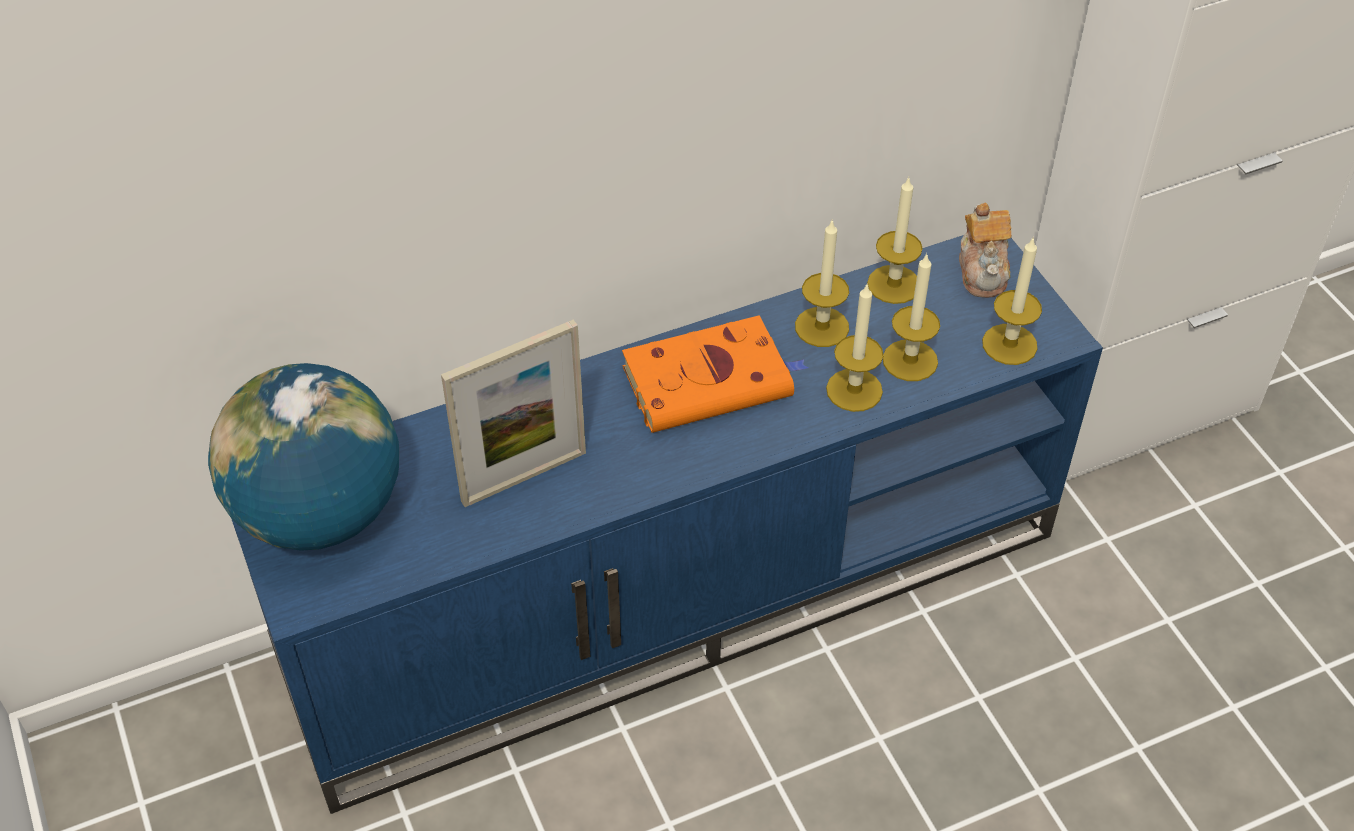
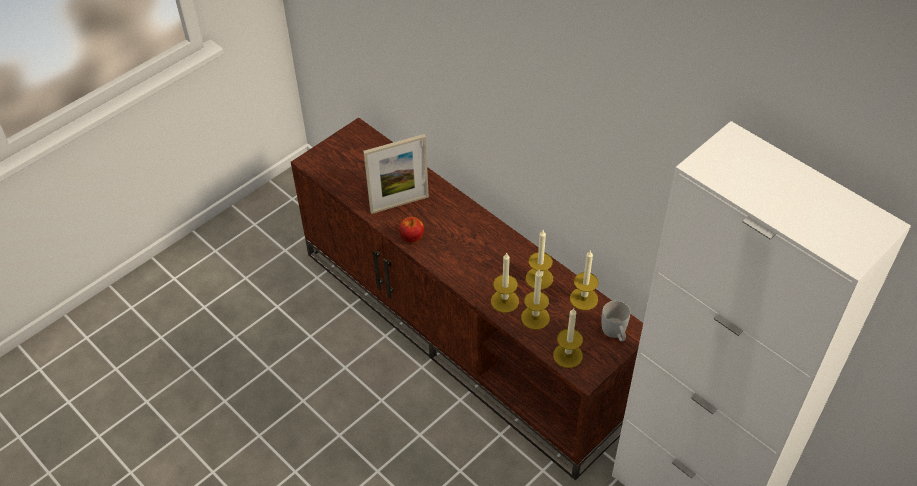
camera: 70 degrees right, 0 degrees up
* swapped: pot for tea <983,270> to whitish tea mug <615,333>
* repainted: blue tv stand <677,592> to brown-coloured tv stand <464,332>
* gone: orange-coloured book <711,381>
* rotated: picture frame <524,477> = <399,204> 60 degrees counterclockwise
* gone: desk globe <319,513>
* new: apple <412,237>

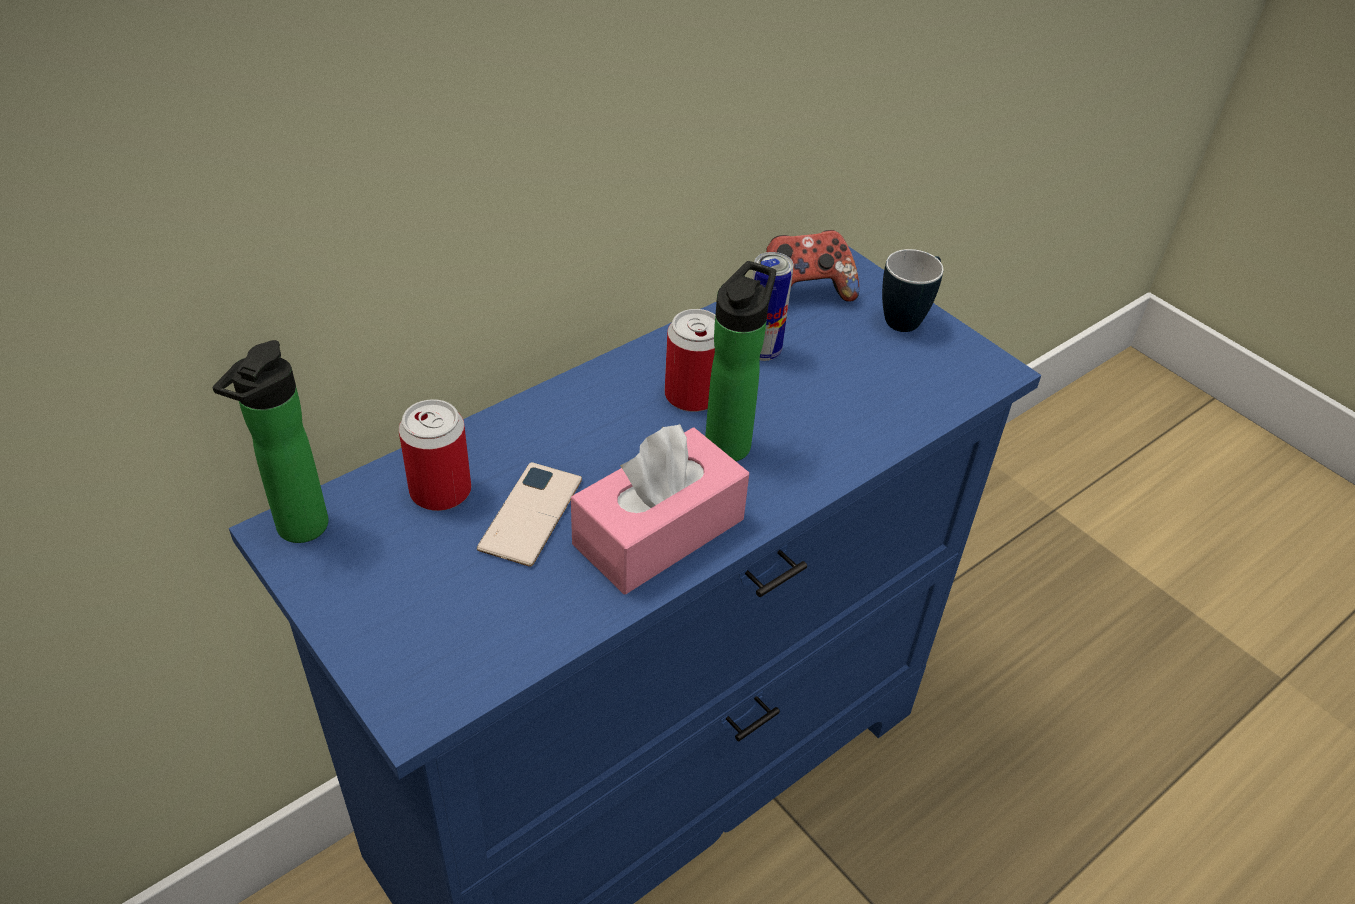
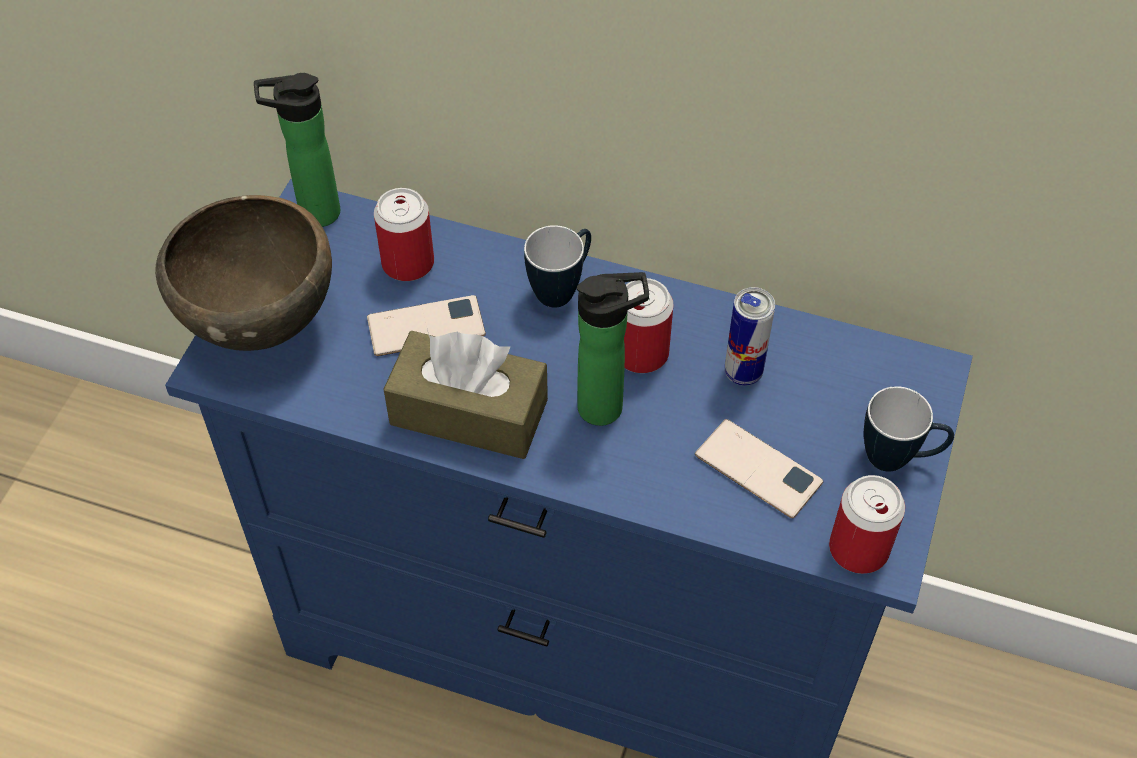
camera: 60 degrees right, 10 degrees up
* gone: joypad <804,293>
* repainted: pinkish tissue holder <659,531> to brown-coloured tissue holder <469,412>
* new: brown-coloured bowl <262,323>
* new: tea mug <562,288>
* new: handset <758,469>
* new: sealed can <858,549>

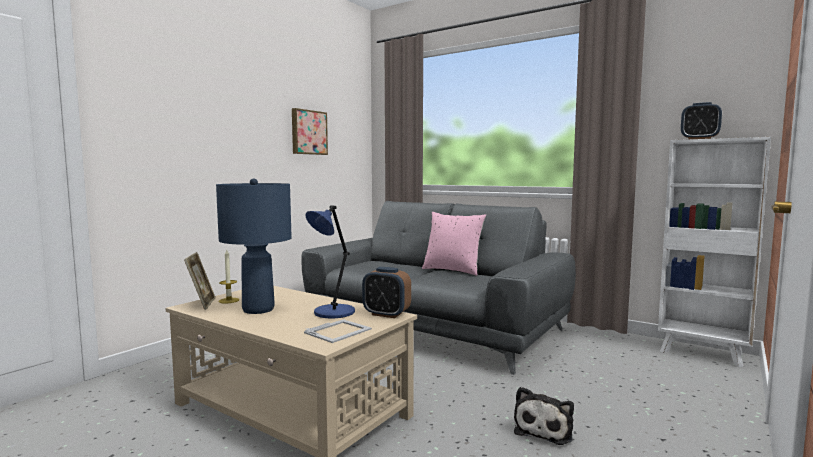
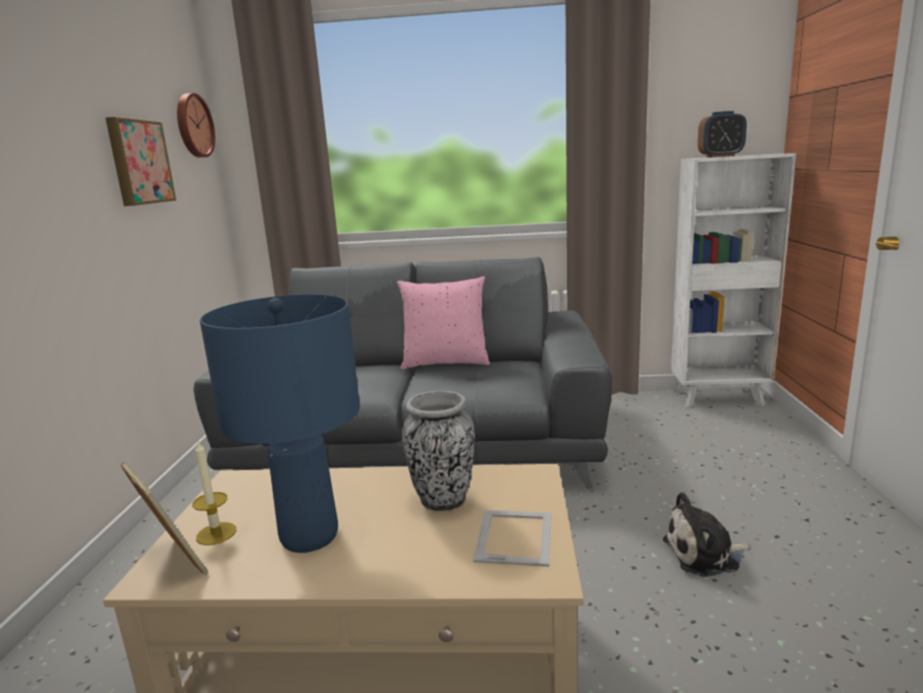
camera: 30 degrees left, 10 degrees up
* swapped: blue table lamp <332,313> to vase <443,501>
* gone: table clock <386,314>
* rotated: soft toy <544,429> = <705,554> 90 degrees clockwise
* new: clock on the wall <193,126>

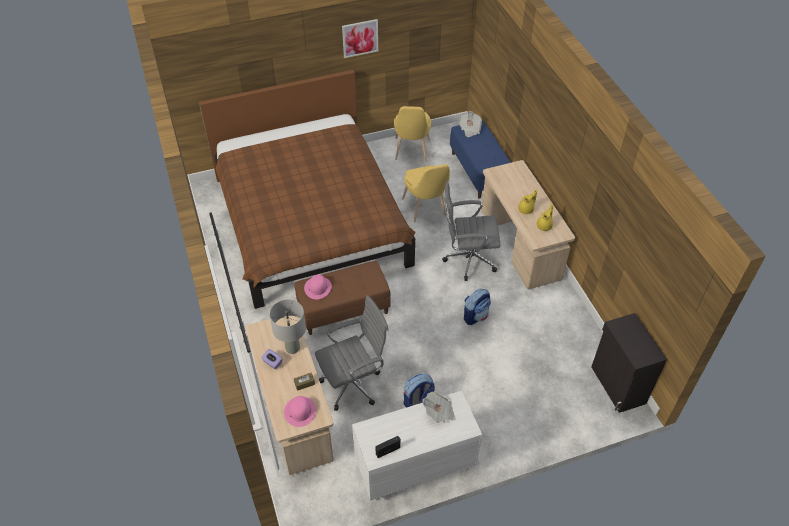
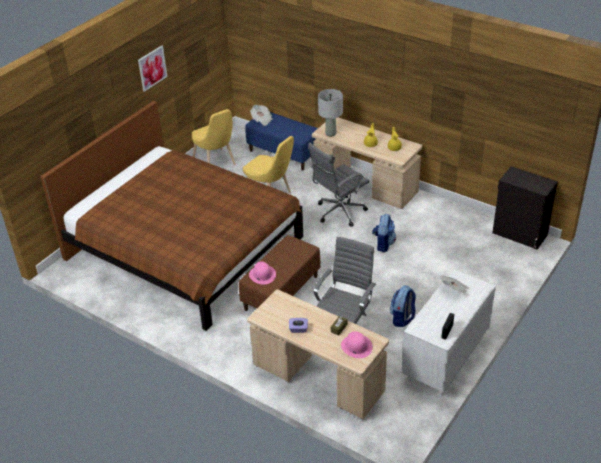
camera: 35 degrees left, 10 degrees down
* shifted: gray table lamp <292,348> to <330,133>

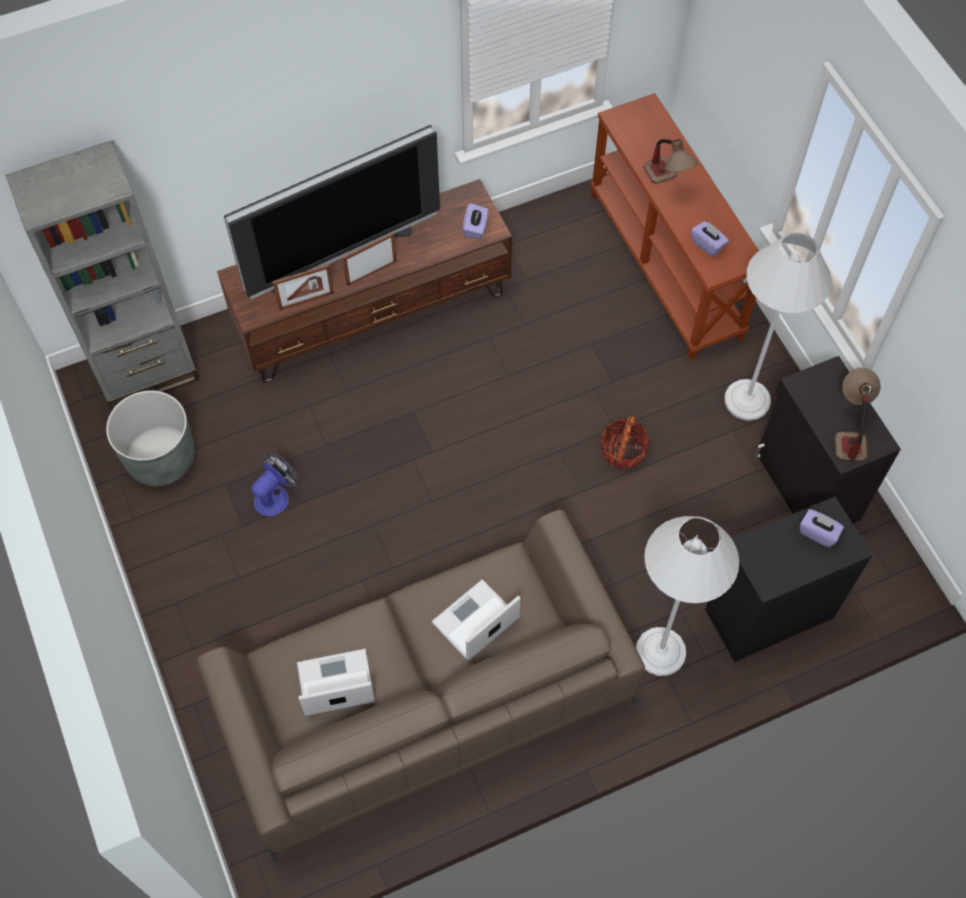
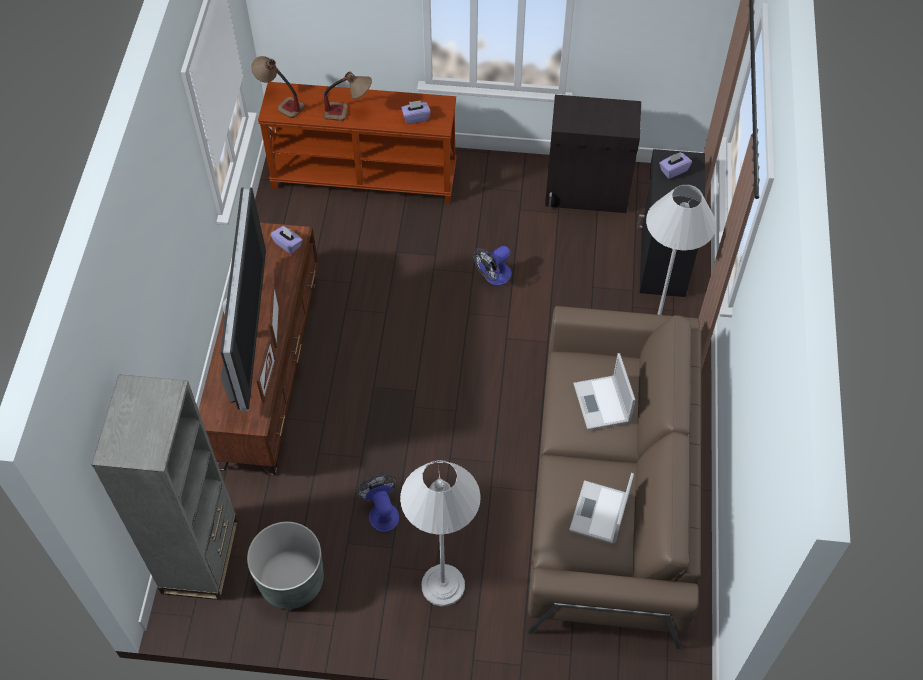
camera: 60 degrees left, 5 degrees down
* shifted: whitish standing lamp <747,400> to <443,585>
* shifted: table lamp <849,430> to <280,103>
* swapped: household basket <623,451> to cooling fan <493,277>

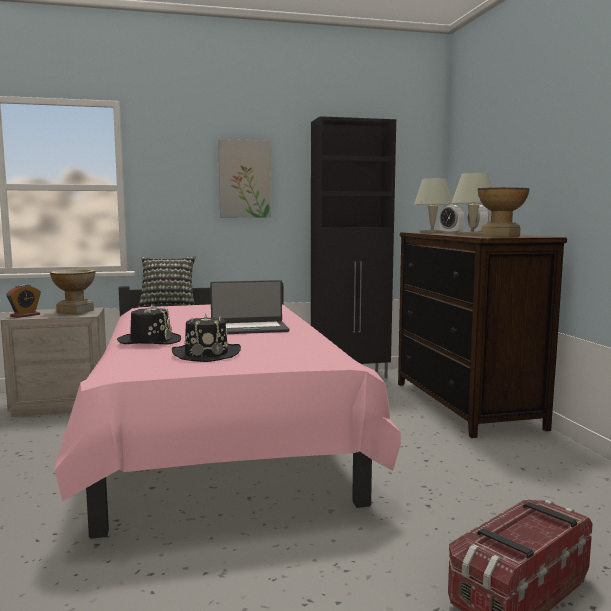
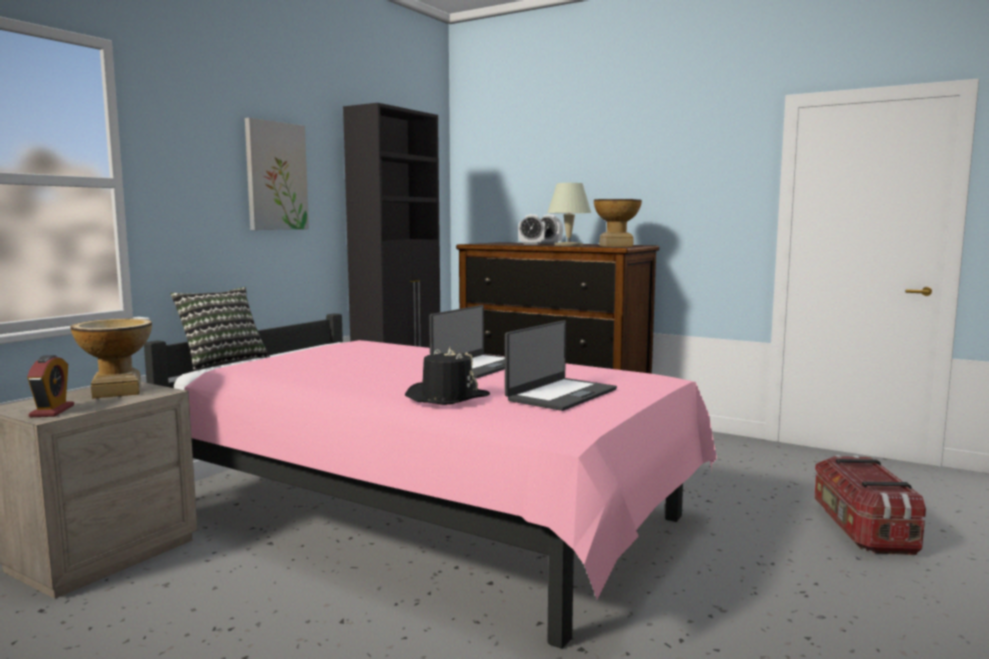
camera: 45 degrees left, 0 degrees up
* gone: beige table lamp <432,232>
* swapped: blackish wearable hat <206,354> to notebook computer <560,395>

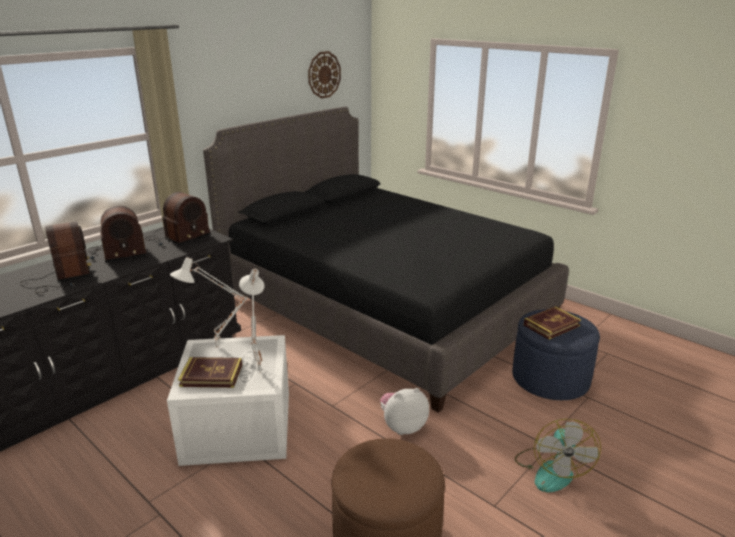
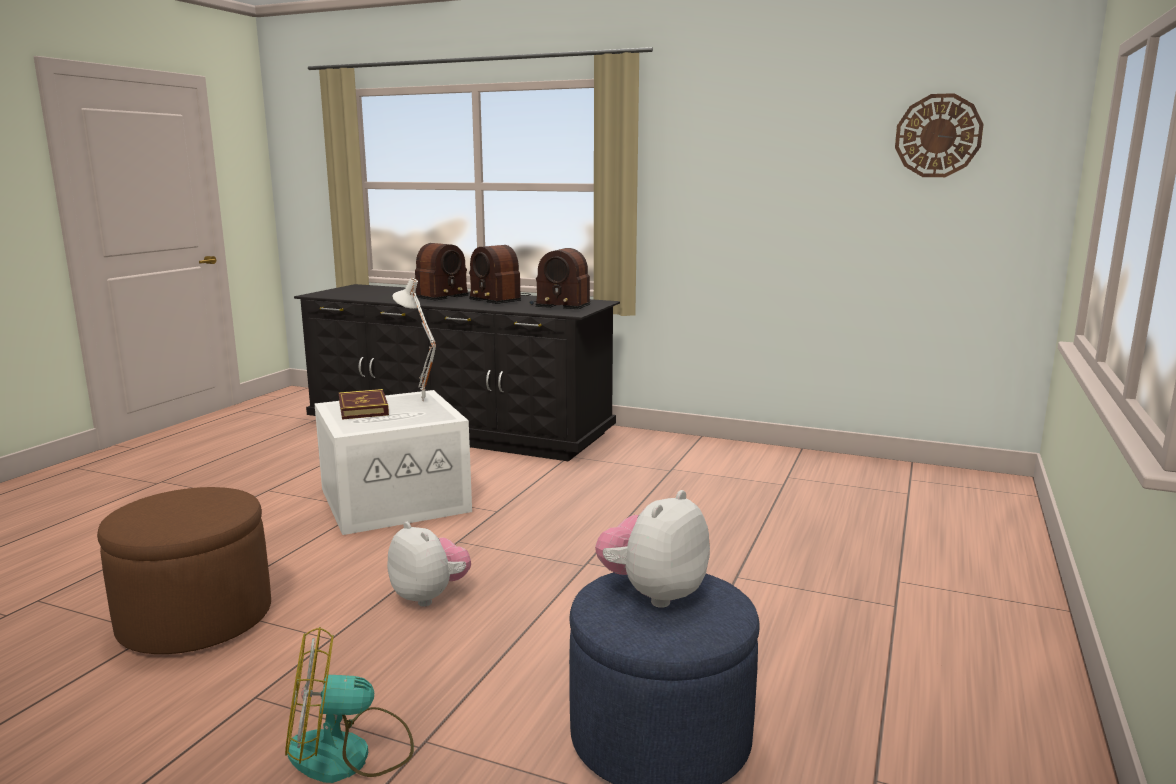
camera: 70 degrees right, 10 degrees down
* gone: blackish bed <384,307>
* gone: whitish table lamp <257,372>
* swapped: book <551,325> to soft toy <653,594>

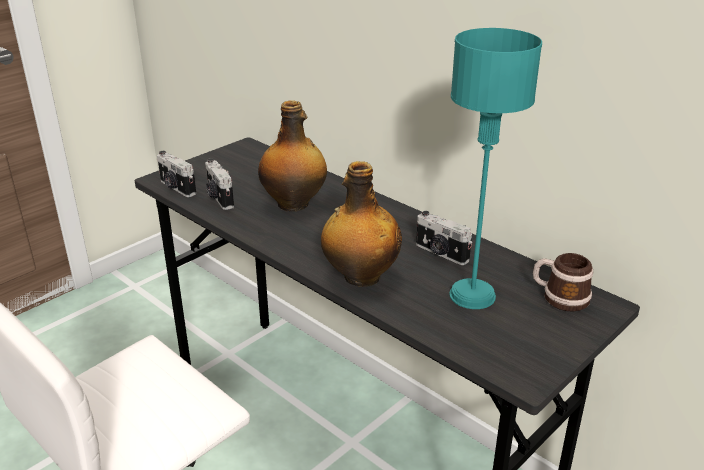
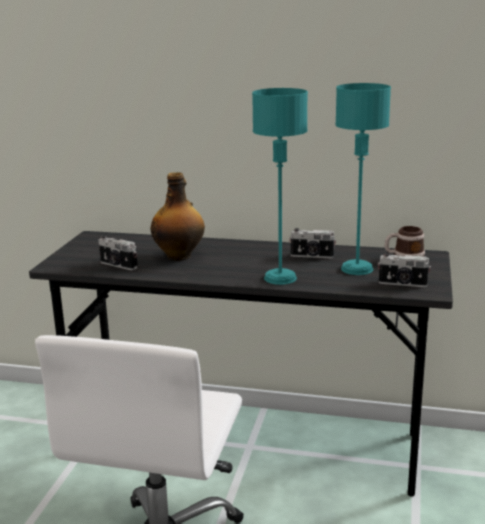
camera: 30 degrees left, 10 degrees down
* shifted: still camera <176,188> to <402,284>
* swapped: beverage bottle <360,277> to turquoise-coloured table lamp <279,278>

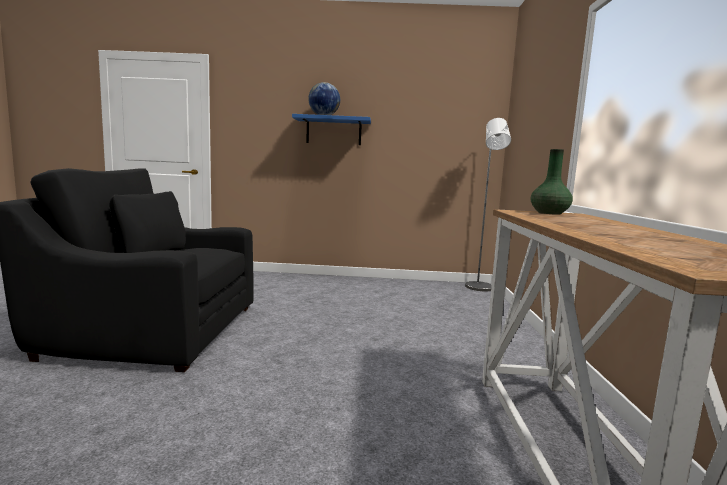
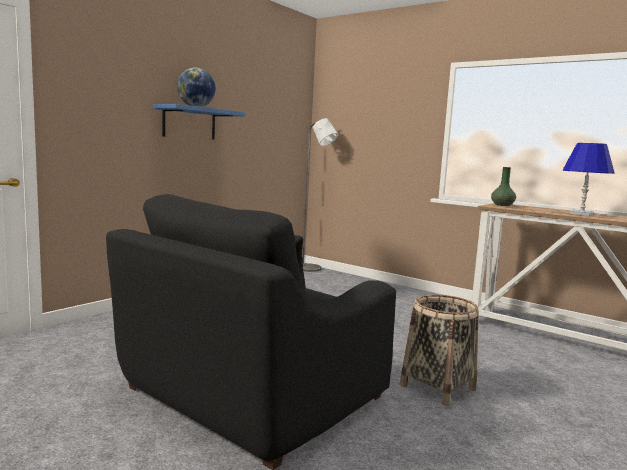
camera: 55 degrees left, 0 degrees up
* new: blue table lamp <581,214>
* new: household basket <438,387>

